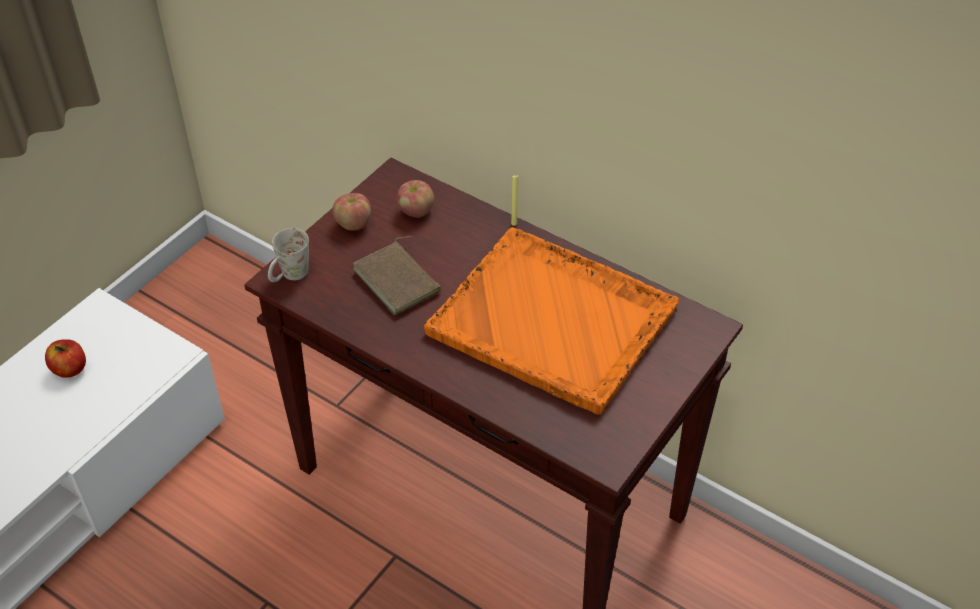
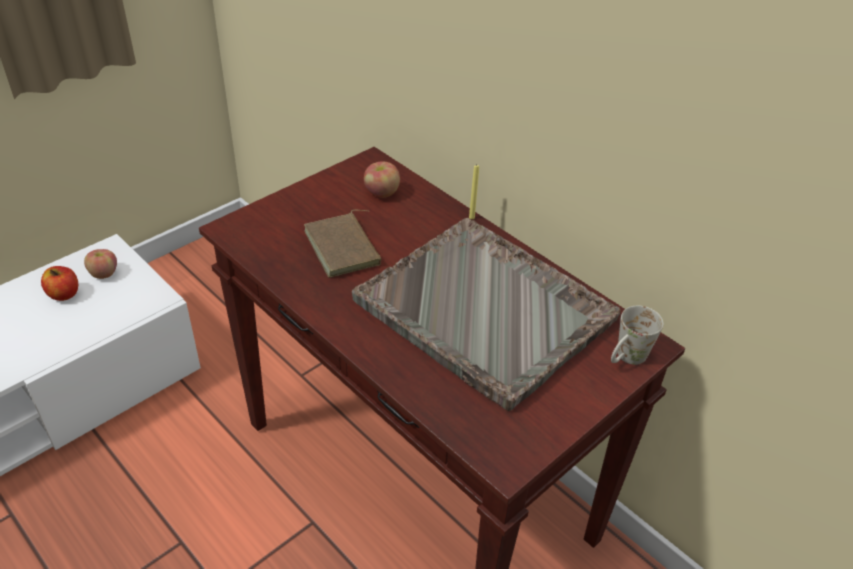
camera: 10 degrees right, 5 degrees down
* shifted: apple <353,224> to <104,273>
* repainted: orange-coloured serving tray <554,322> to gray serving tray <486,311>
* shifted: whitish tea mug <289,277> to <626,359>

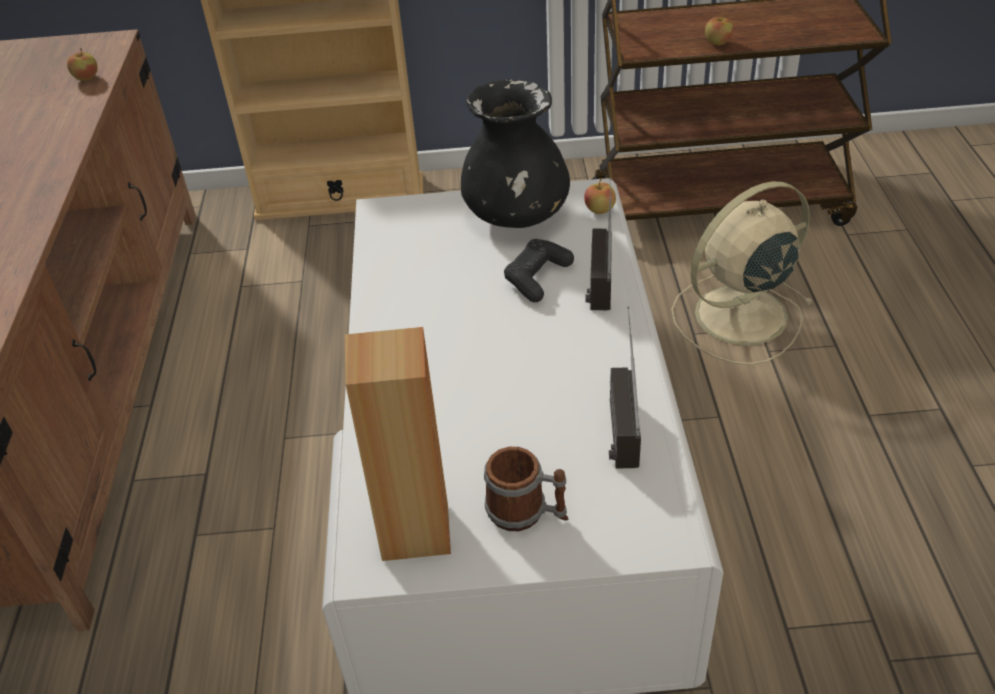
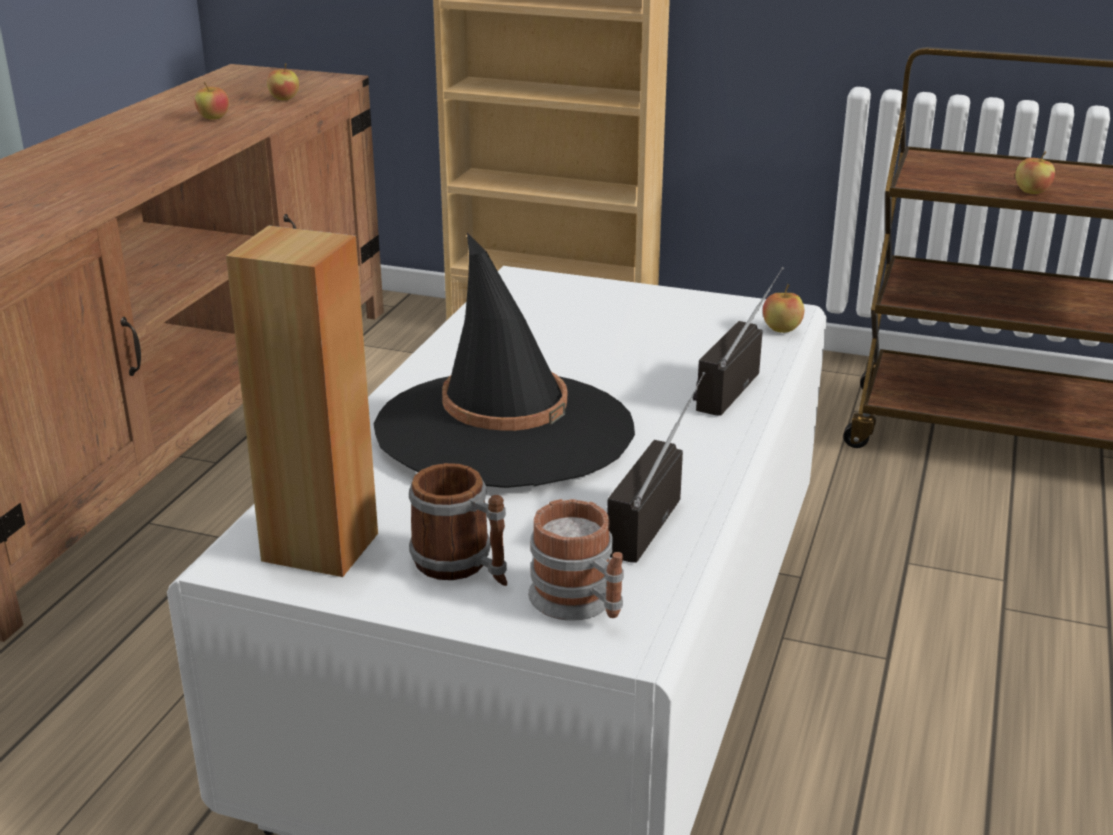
camera: 20 degrees right, 15 degrees down
* gone: blackish vase <517,216>
* gone: beige cooling fan <737,316>
* gone: blackish joypad <537,278>
* new: apple <214,118>
* new: blackish wearable hat <505,429>
* new: tea mug <581,604>

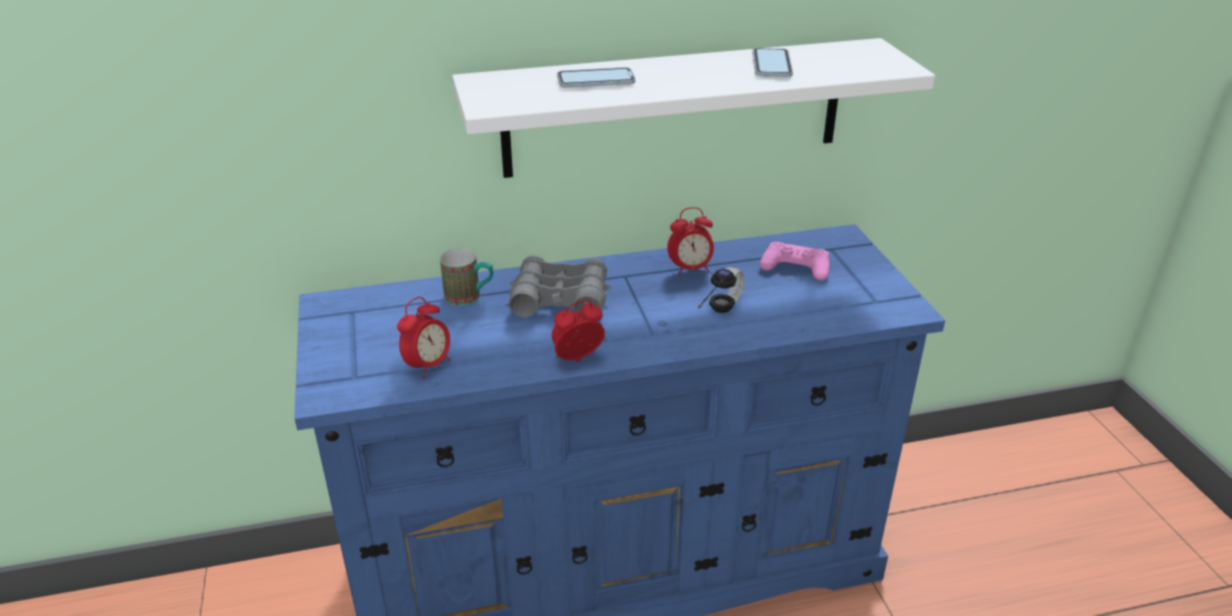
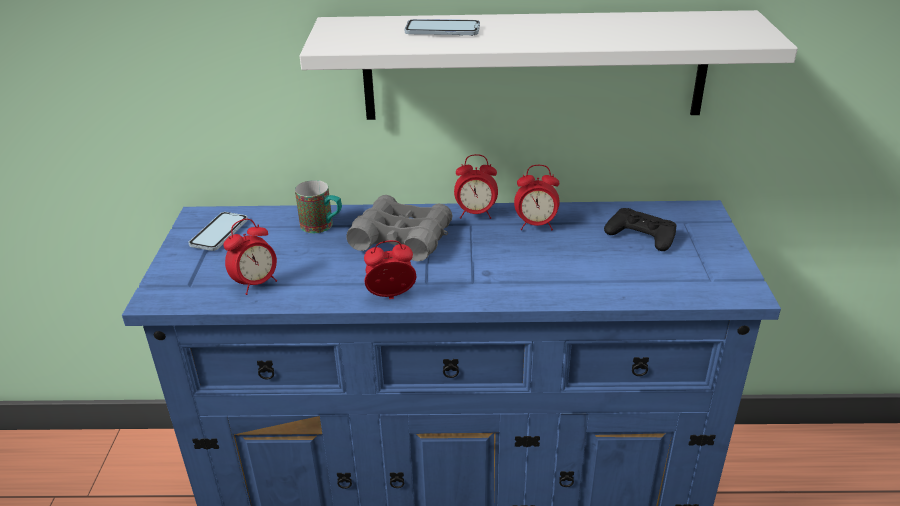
camera: 15 degrees right, 0 degrees up
* shifted: handset <771,65> to <219,233>
* repainted: pinkish joypad <795,267> to blackish joypad <641,235>
* gone: headset <705,313>
* new: table clock <475,214>

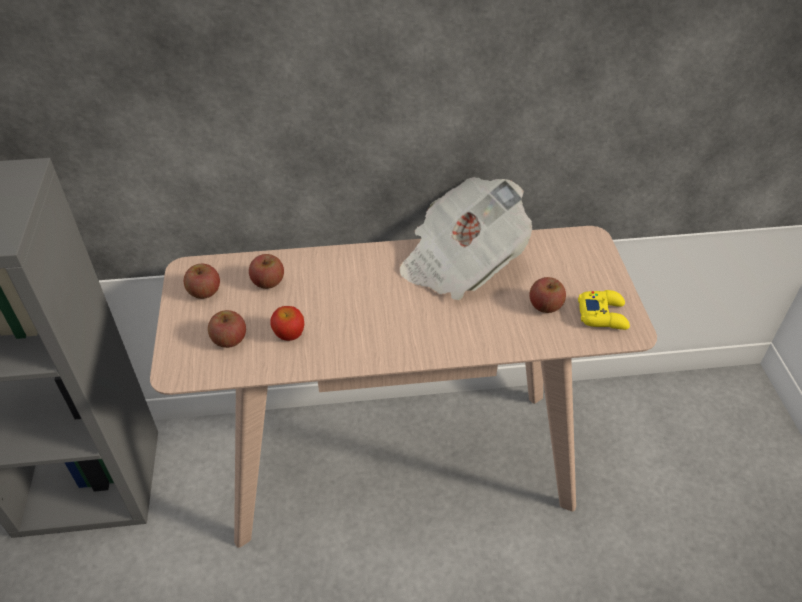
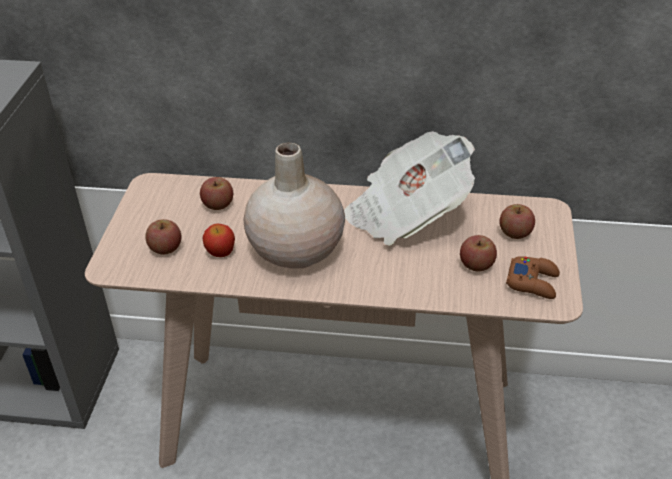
camera: 15 degrees right, 5 degrees down
* shifted: apple <204,292> to <515,233>
* repainted: yellow-coloured joypad <603,314> to brown-coloured joypad <533,282>
* new: beige vase <295,249>

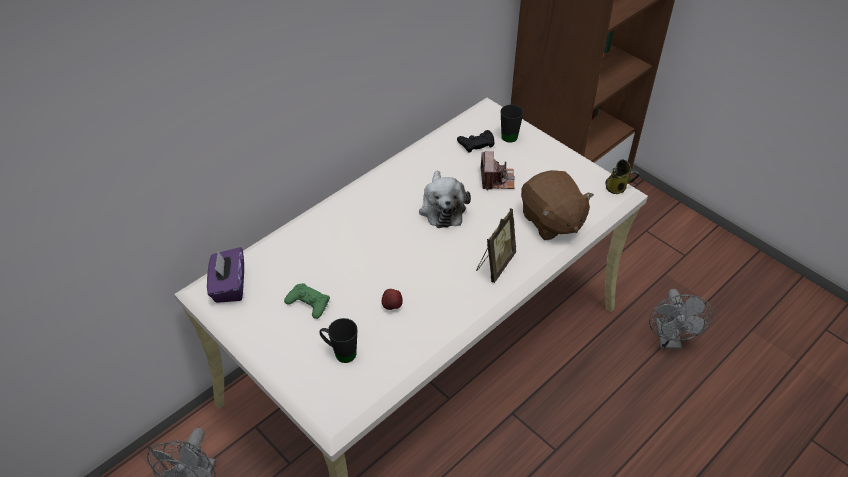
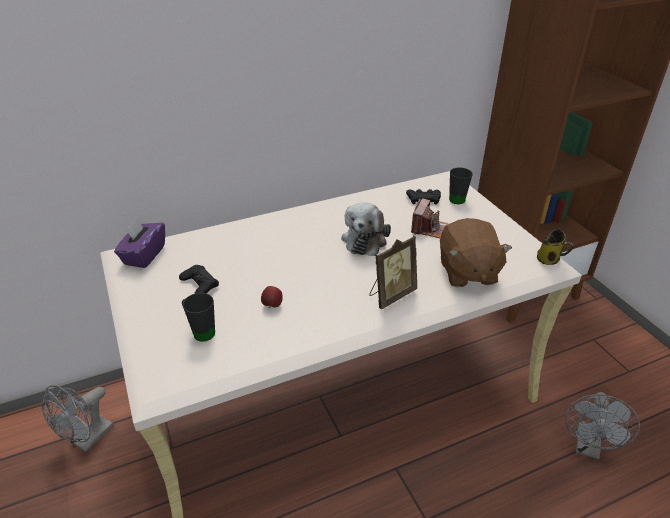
camera: 20 degrees right, 10 degrees down
* repainted: green-coloured joypad <308,303> to blackish joypad <199,284>

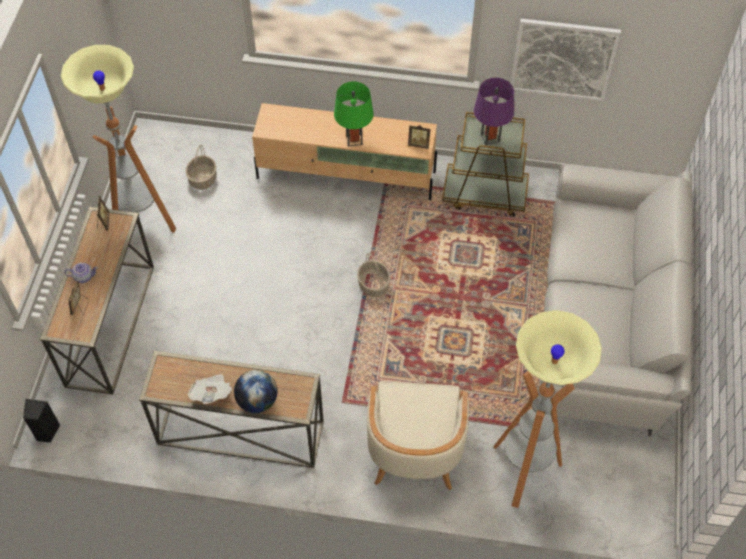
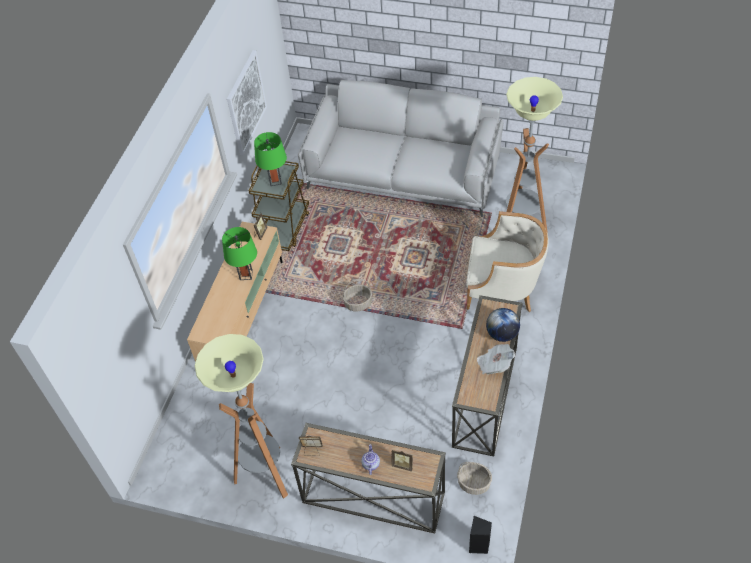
camera: 80 degrees left, 5 degrees down
* repainted: purple-coloured table lamp <490,138> to green-coloured table lamp <275,181>
* shifted: household basket <202,179> to <473,483>

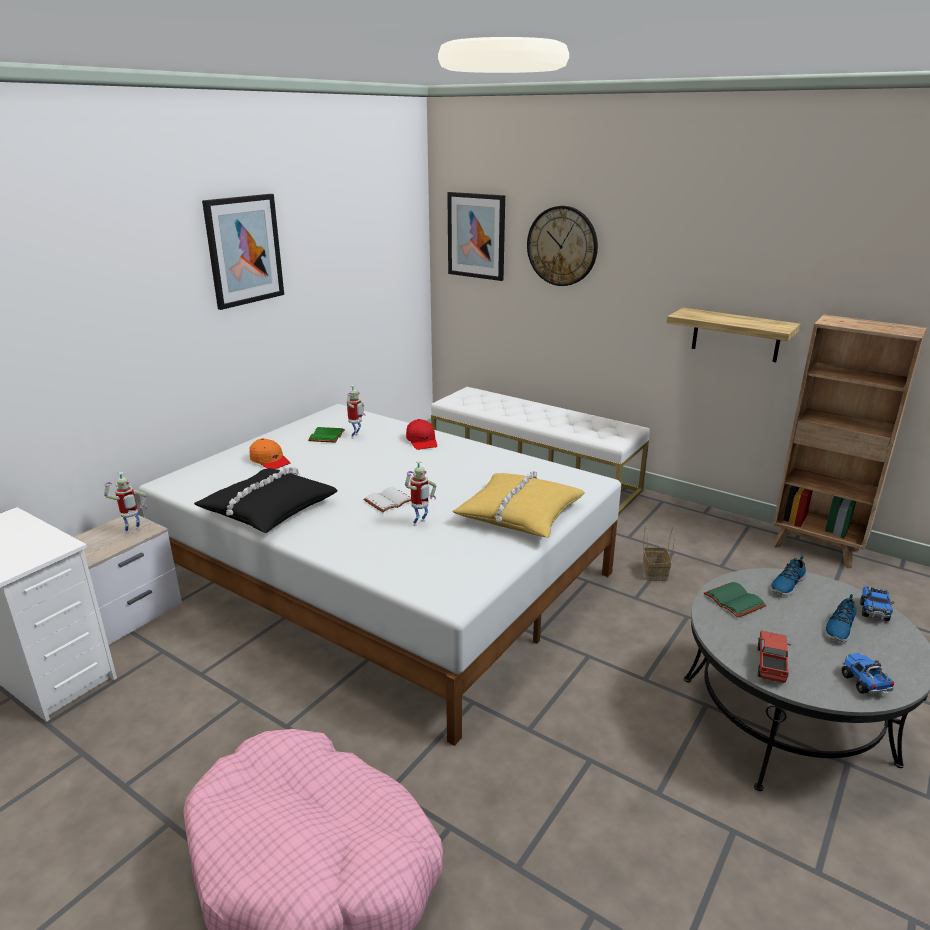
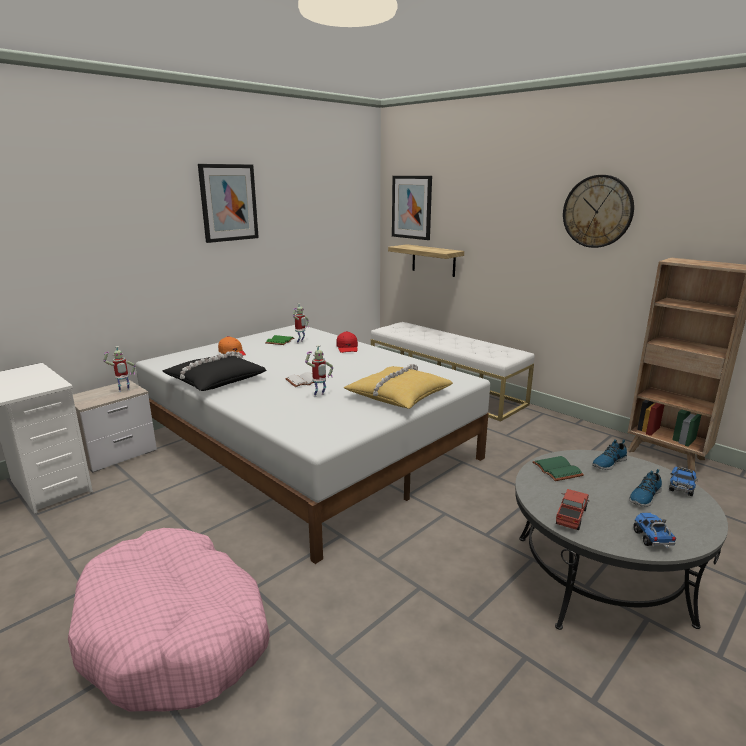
camera: 10 degrees right, 5 degrees down
* shifted: clock on the wall <562,246> to <597,211>
* shifted: wall shelf <736,335> to <433,260>
* gone: household basket <654,572>

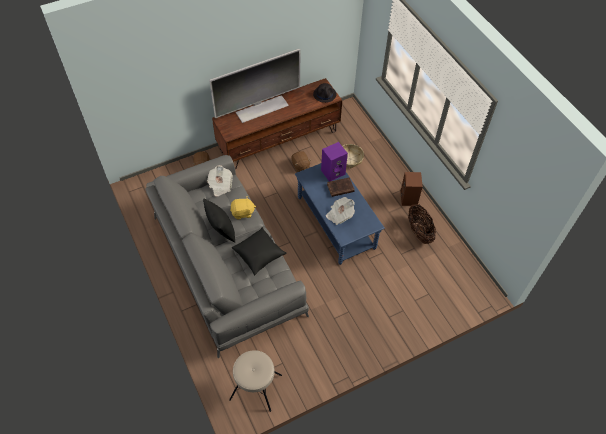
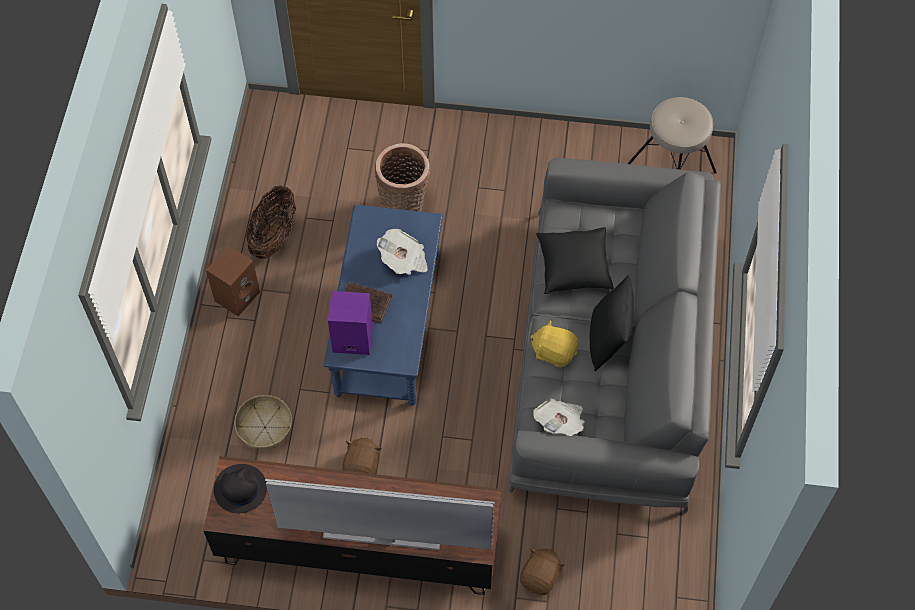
camera: 145 degrees left, 5 degrees up
* new: household basket <404,207>

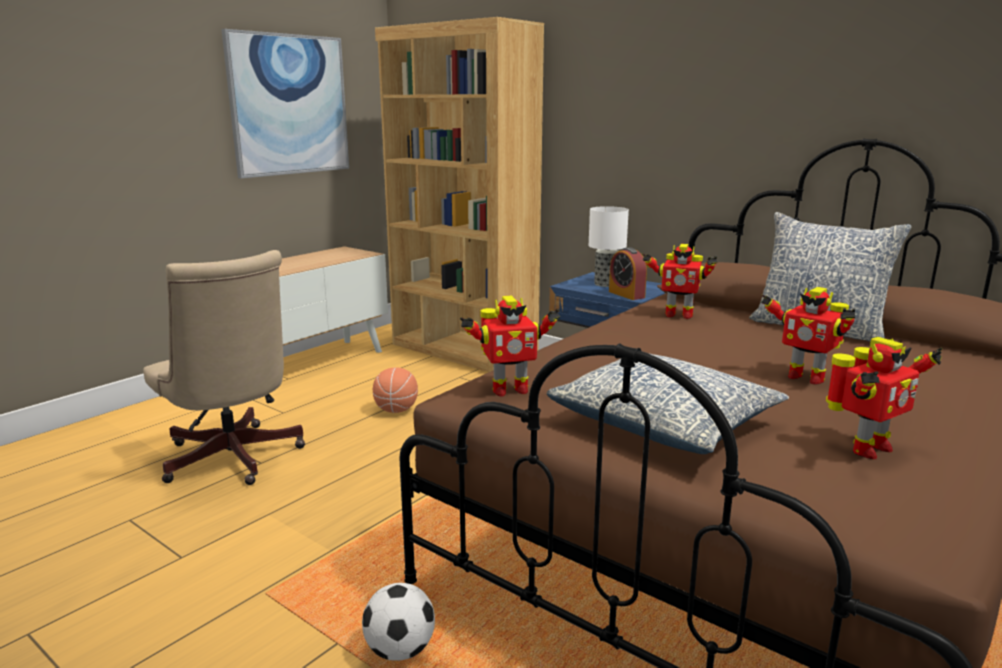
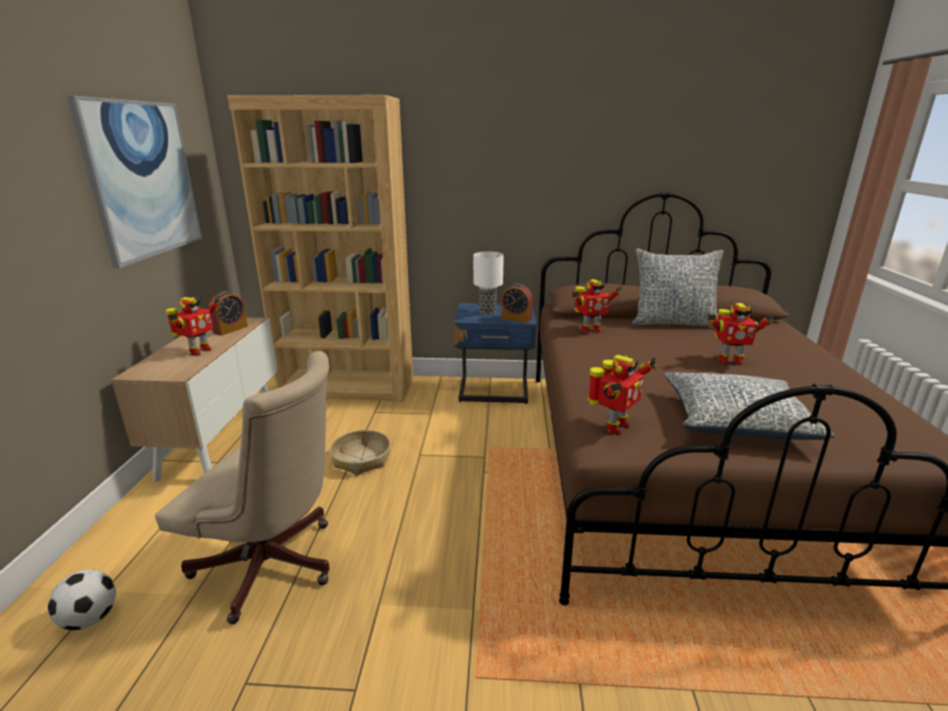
camera: 35 degrees left, 5 degrees up
* shifted: toy robot <866,449> to <198,351>
* swapped: basketball <396,410> to household basket <361,459>
* shifted: football <400,650> to <90,619>
* new: table clock <230,329>

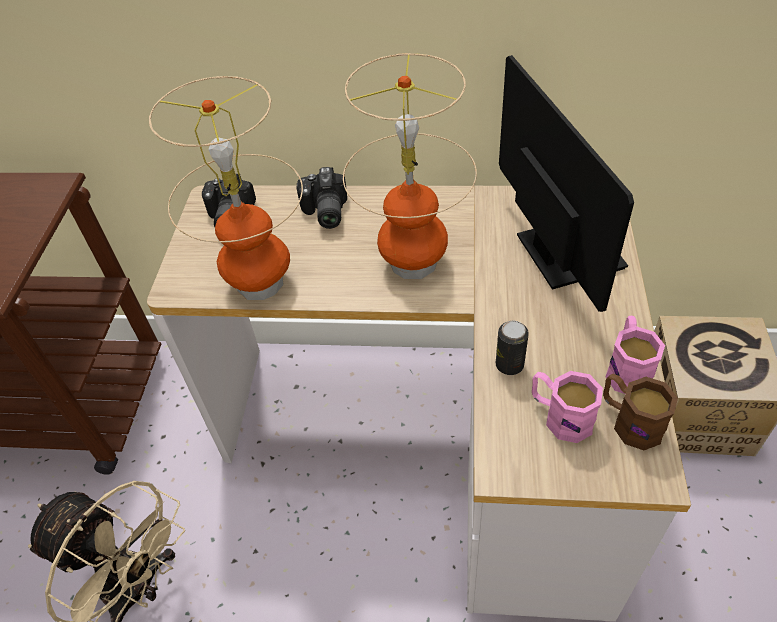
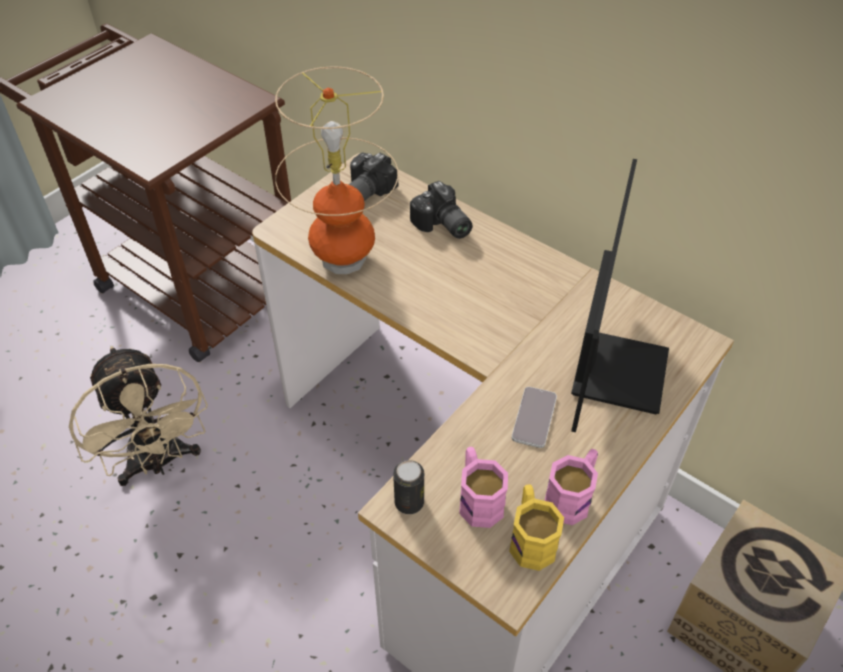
camera: 30 degrees right, 0 degrees up
* gone: table lamp <414,263>
* rotated: still camera <324,212> = <442,226> 60 degrees counterclockwise
* shifted: sealed can <509,365> to <409,502>
* repainted: brown-coloured tea mug <629,421> to yellow-coloured tea mug <530,538>
* new: handset <534,418>

